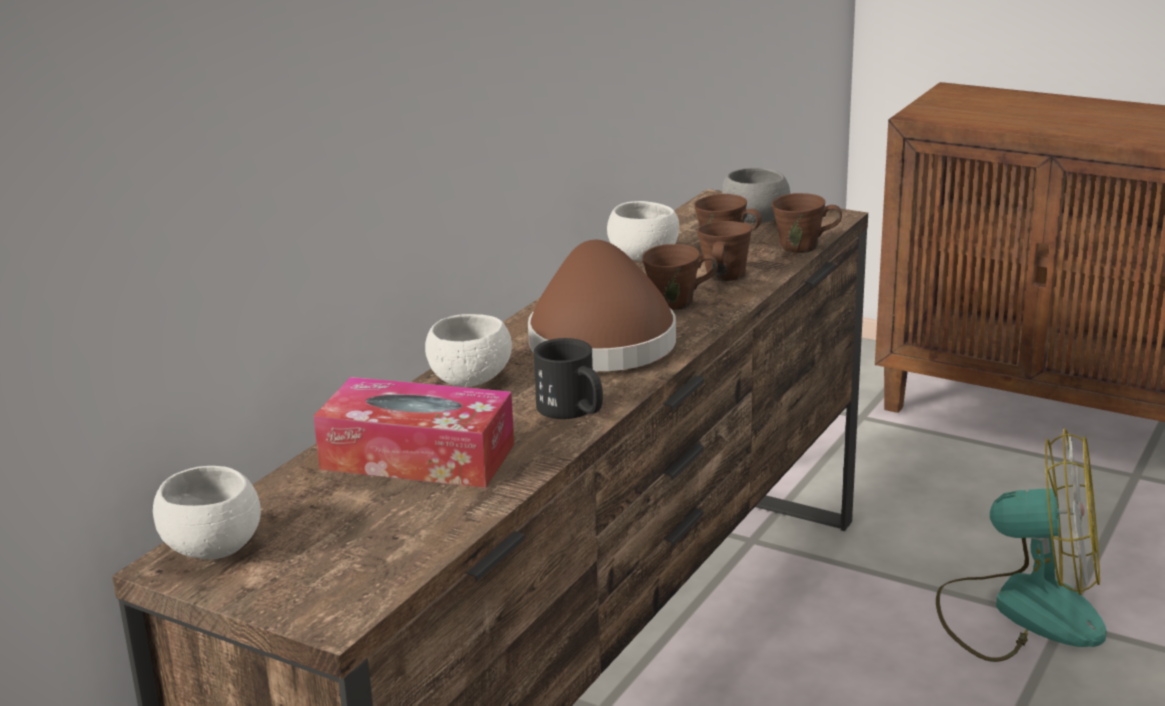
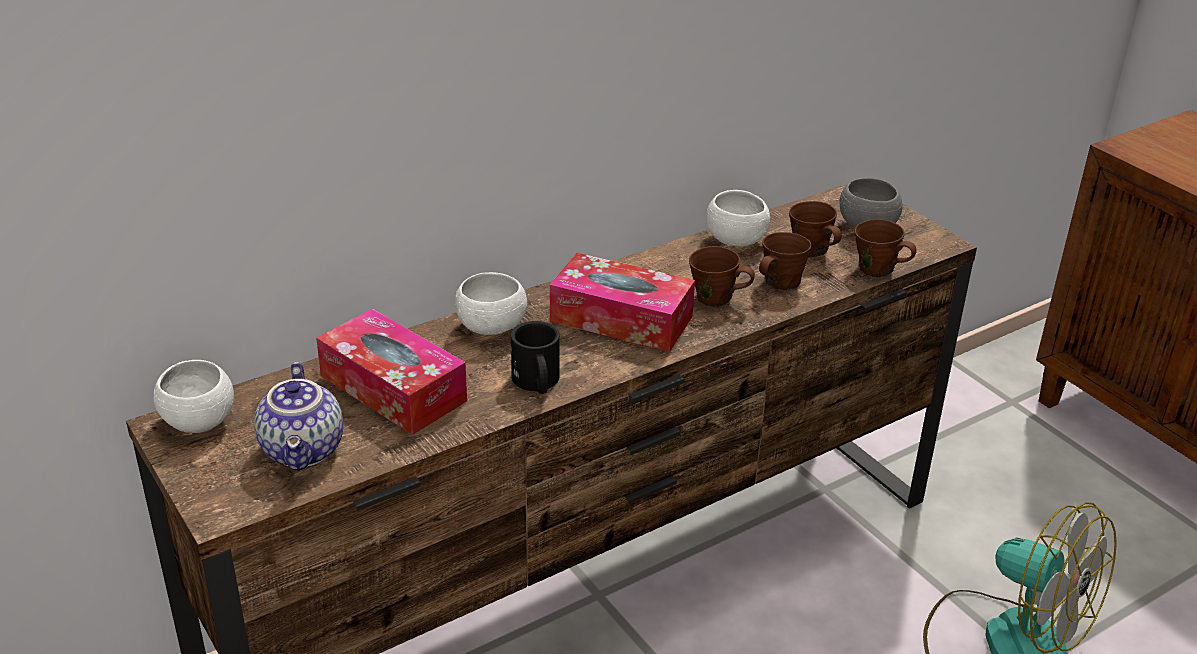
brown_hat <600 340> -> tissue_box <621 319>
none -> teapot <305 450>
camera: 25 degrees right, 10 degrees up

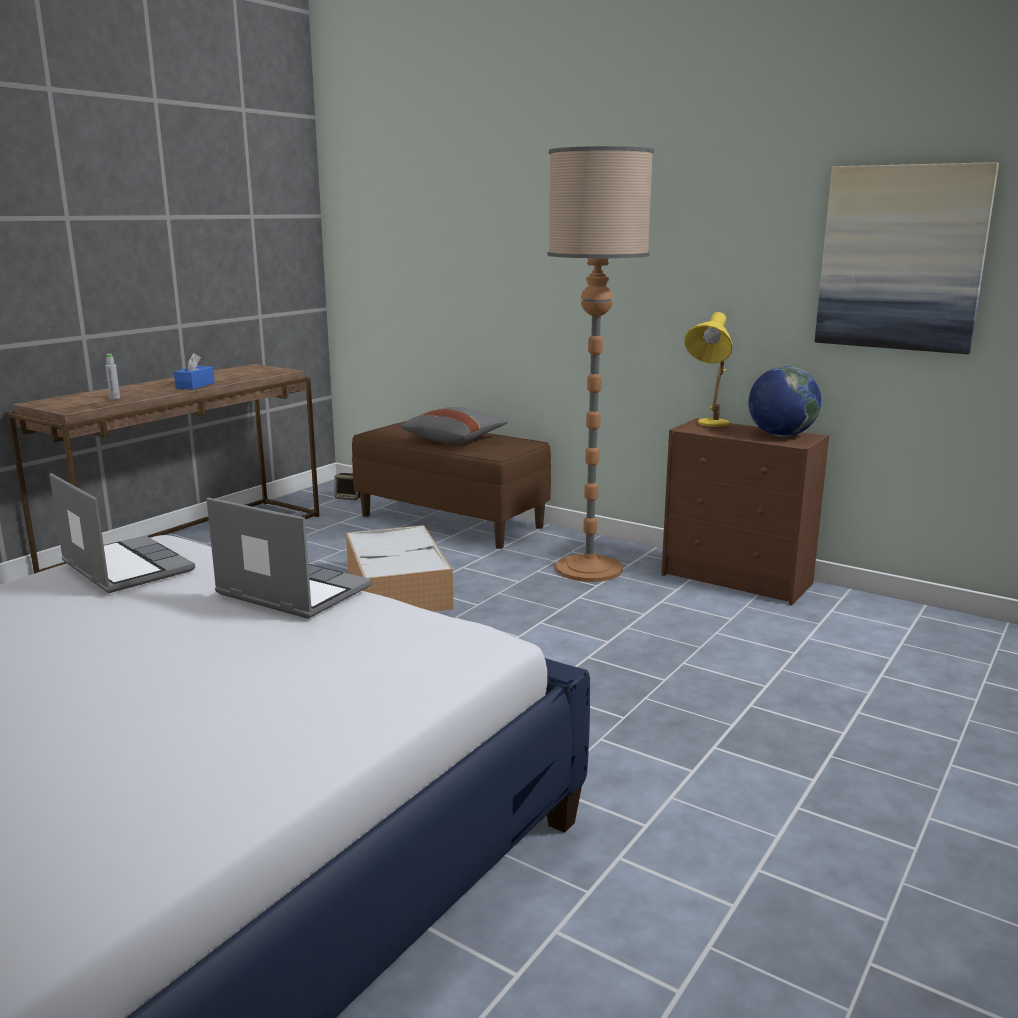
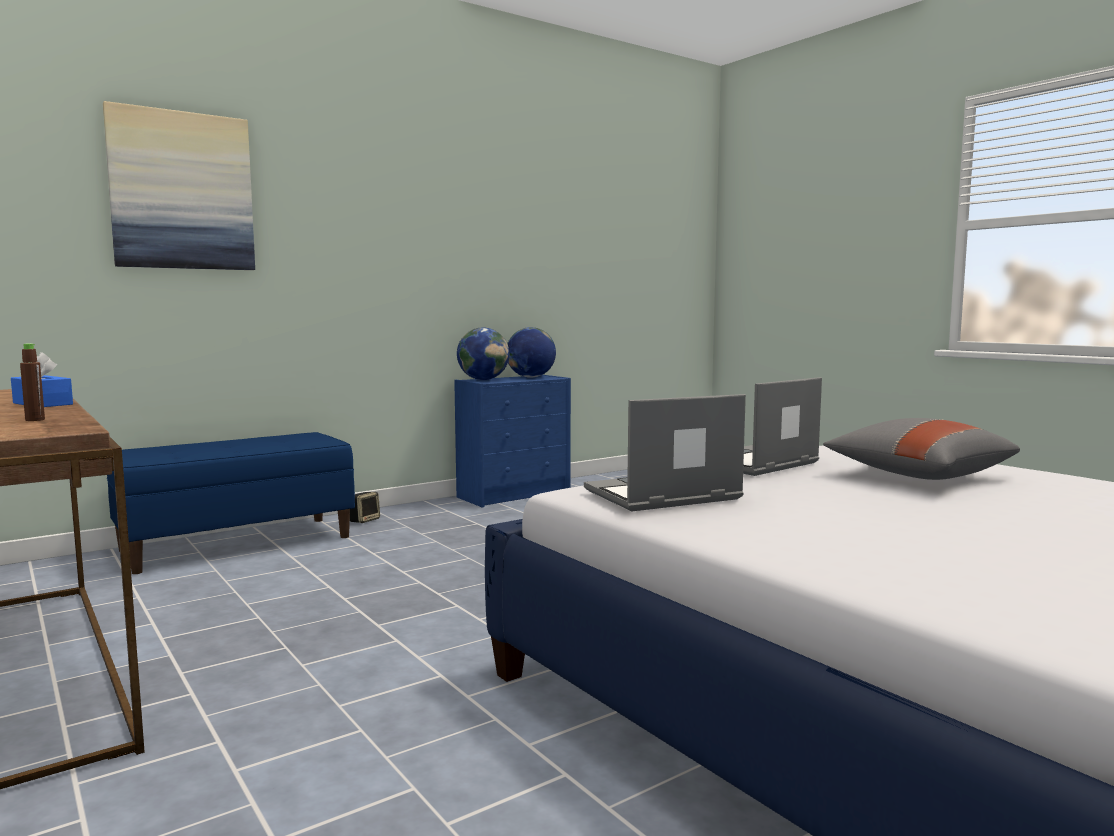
grey_bottle <115 398> -> brown_bottle <35 420>
speaker <349 497> -> speaker <364 520>, shifted
storage_box <399 589> -> none
brown_bench <452 521> -> blue_bench <238 543>
grey_pillow <455 440> -> grey_pillow <917 475>, shifted
floor_lamp <589 569> -> none
brown_dresser <738 580> -> blue_dresser <515 494>
yellow_table_lamp <708 425> -> globe <483 379>
picture <901 258> -> picture <182 191>, shifted
camera: 70 degrees left, 10 degrees down

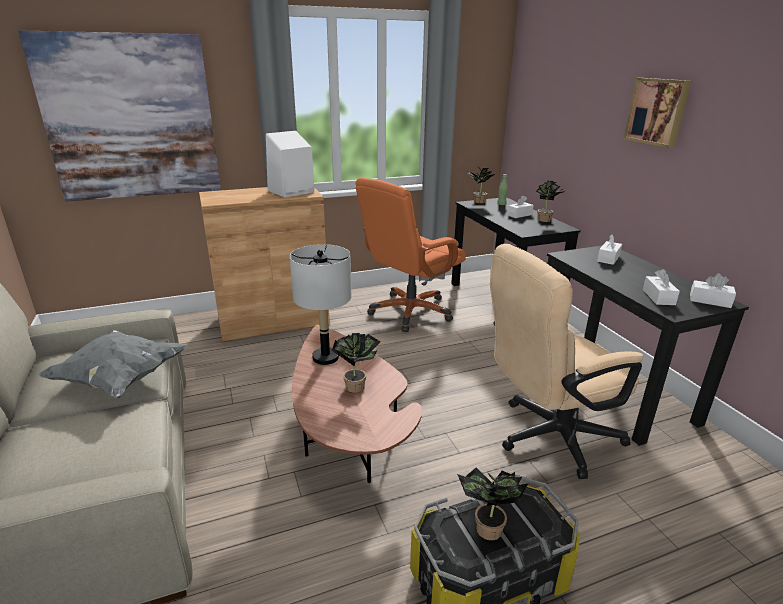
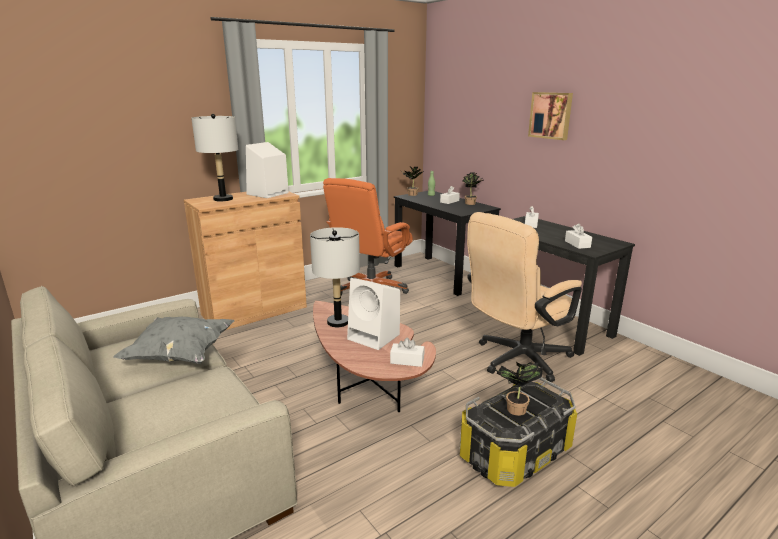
picture <131 118> -> none
potted_plant <356 385> -> white_speaker <375 337>
white_tissue_box <710 301> -> white_tissue_box <407 360>, shifted
none -> grey_table_lamp <223 199>
camera: 15 degrees left, 5 degrees down

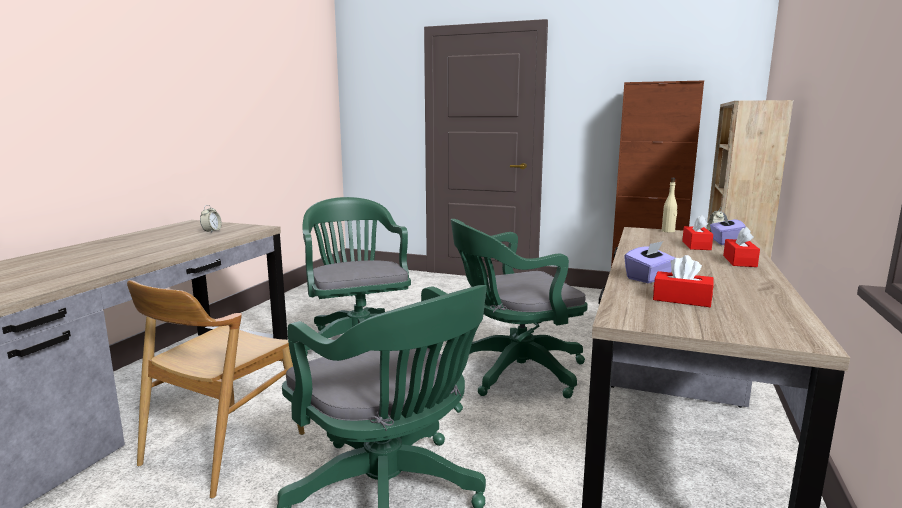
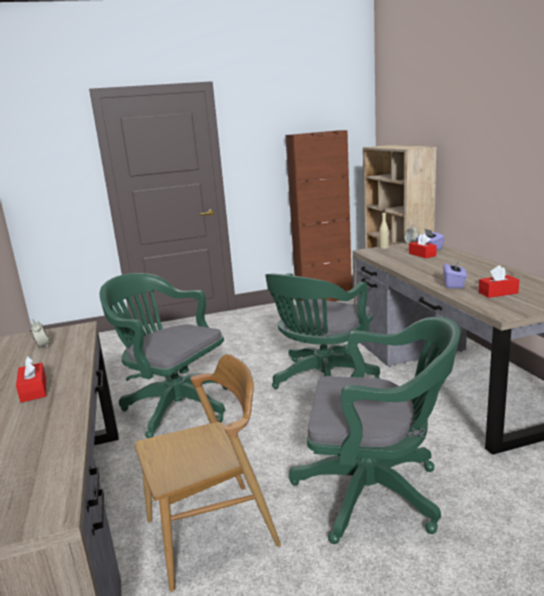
brown_chair <223 448> -> brown_chair <212 533>, 105 degrees counterclockwise
red_tissue_box <739 261> -> red_tissue_box <34 390>, shifted
camera: 35 degrees left, 5 degrees up

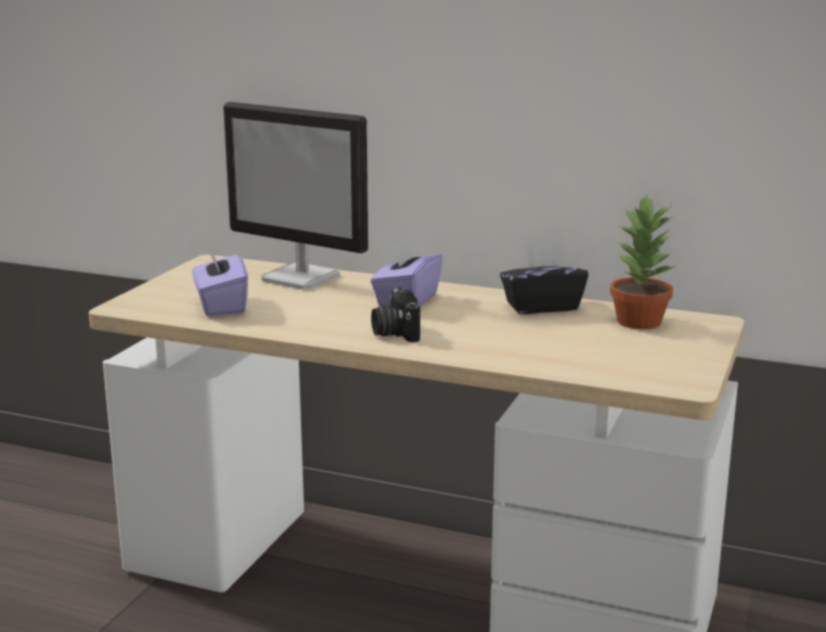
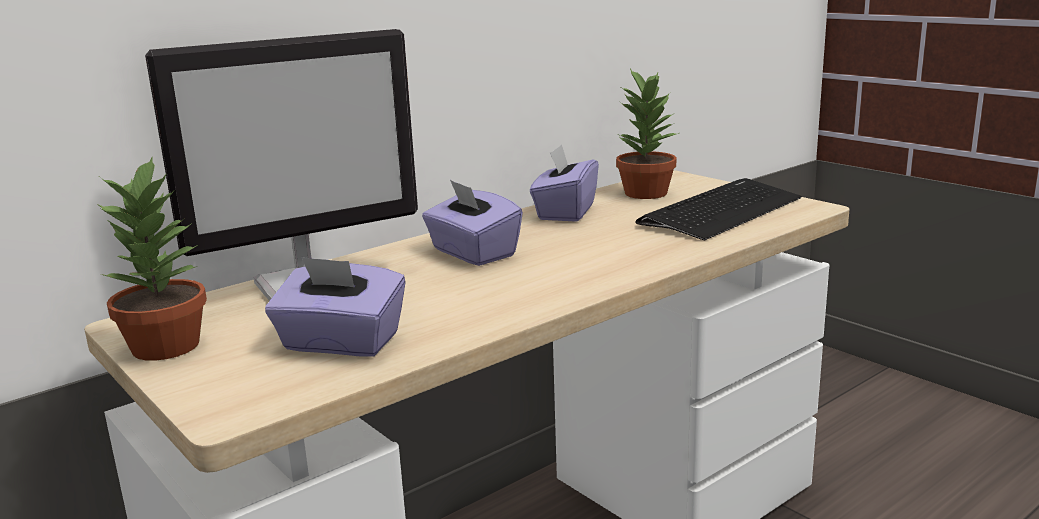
photo_camera <394 332> -> none
black_tissue_box <542 306> -> purple_tissue_box <565 212>
none -> potted_plant <168 346>
none -> keyboard <721 211>
camera: 60 degrees left, 0 degrees up

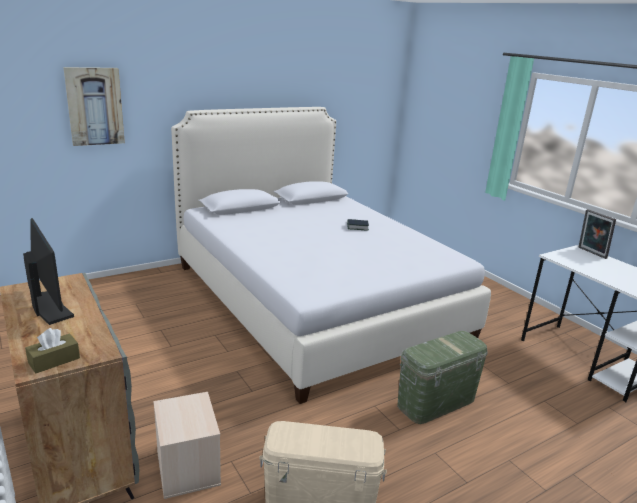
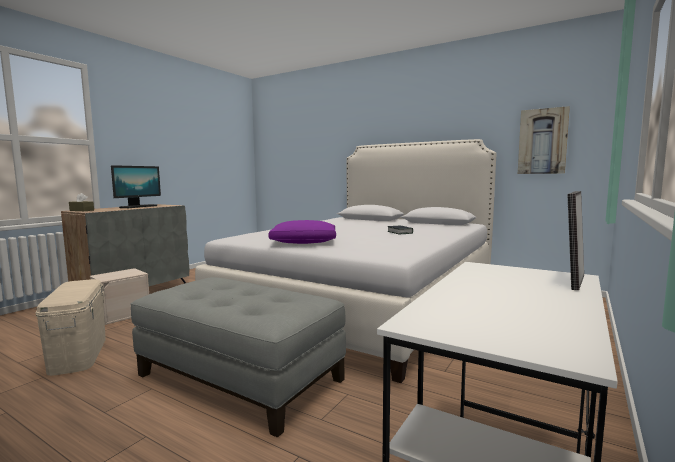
picture <95 106> -> picture <542 141>, shifted
green_storage_box <436 402> -> grey_ottoman <241 376>
none -> purple_pillow <303 242>
camera: 65 degrees right, 15 degrees down

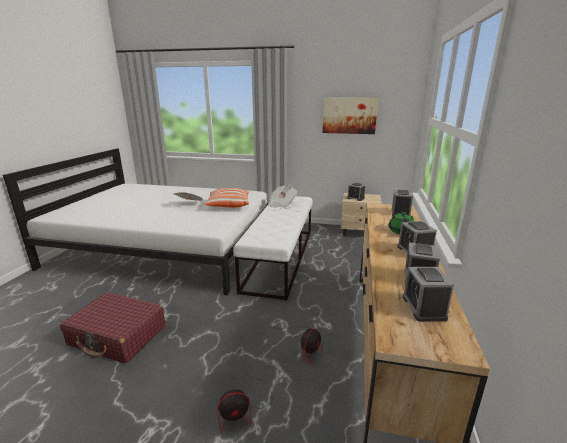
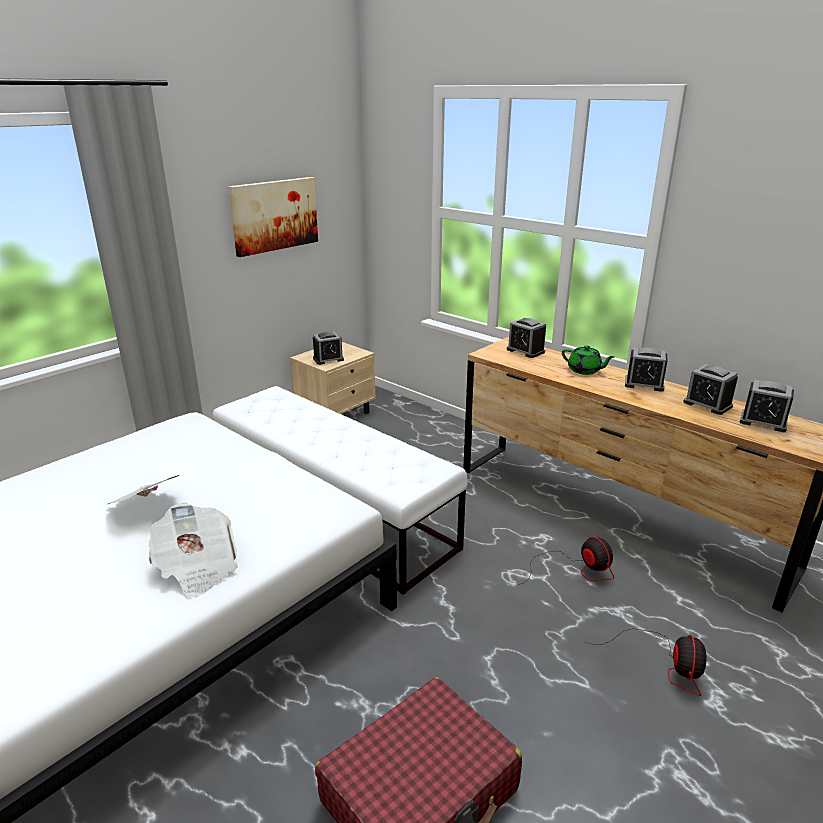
pillow <228 205> -> none
newspaper <282 204> -> newspaper <197 567>, shifted
camera: 60 degrees left, 5 degrees up

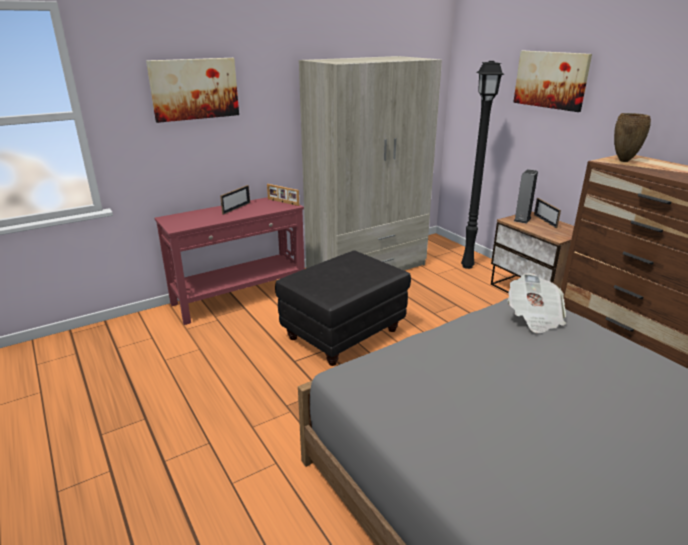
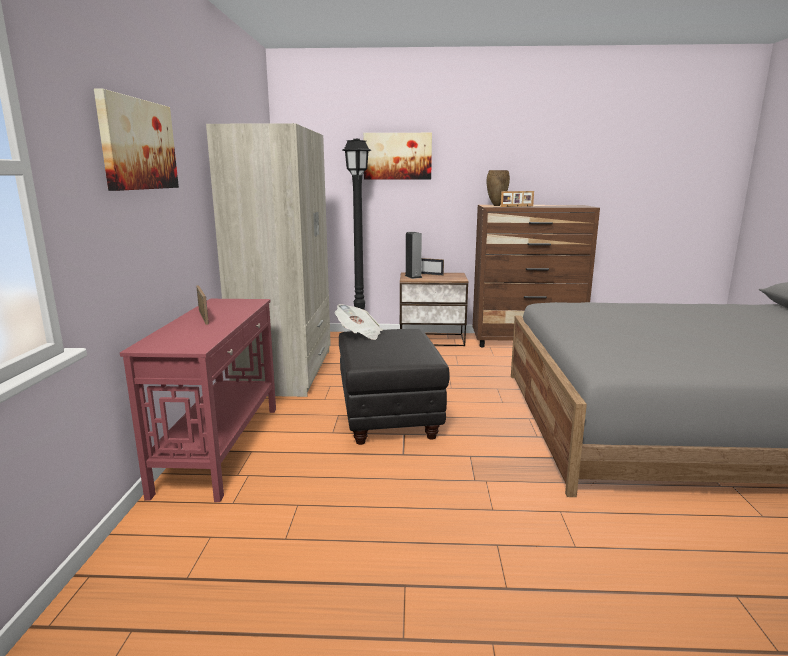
picture_frame <283 202> -> picture_frame <517 206>, shifted
newspaper <534 317> -> newspaper <359 334>, shifted
camera: 55 degrees left, 10 degrees down

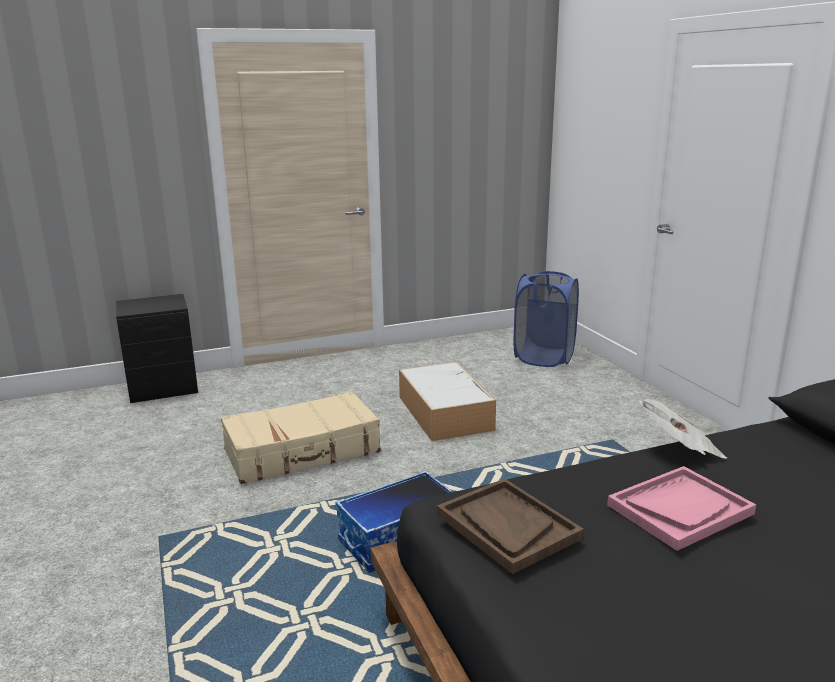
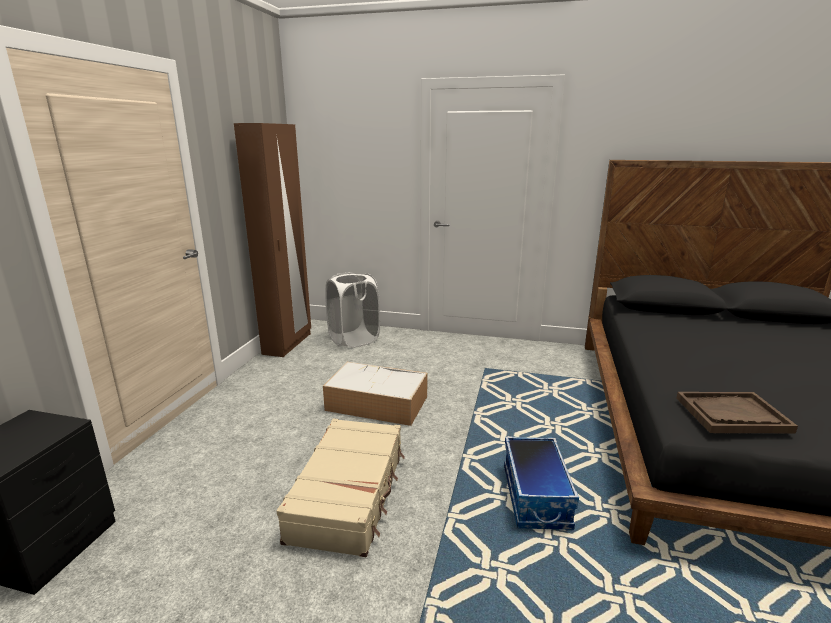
blue_laundry_basket <544 358> -> white_laundry_basket <354 339>
pink_tray <680 509> -> none
newspaper <680 449> -> none
none -> brown_wardrobe <288 344>
camera: 55 degrees left, 0 degrees up

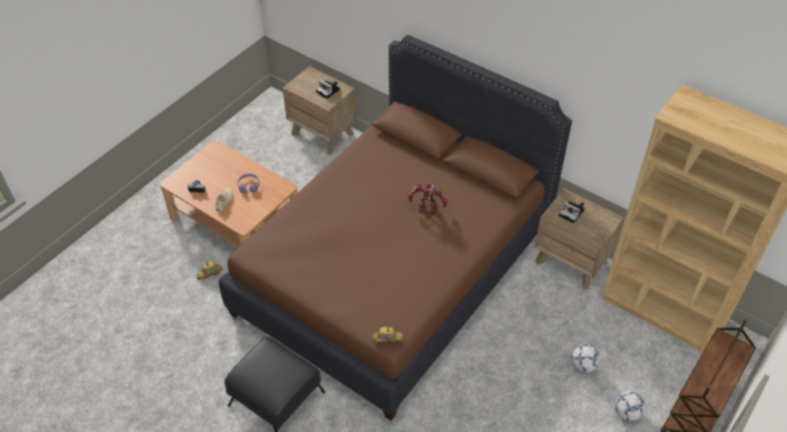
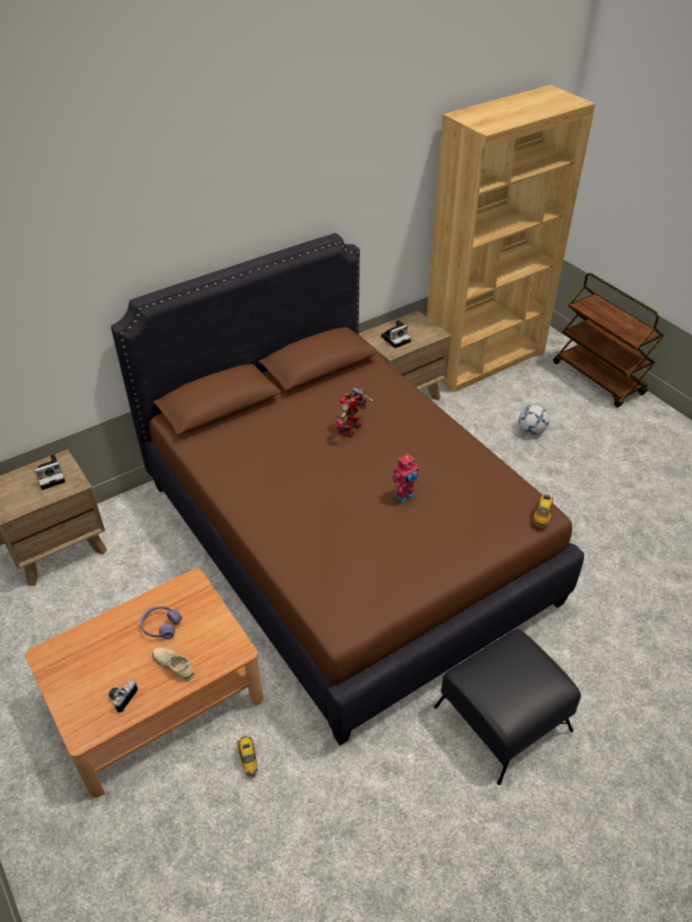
football <627 413> -> none
none -> toy_robot <404 496>
camera: 70 degrees left, 5 degrees down

